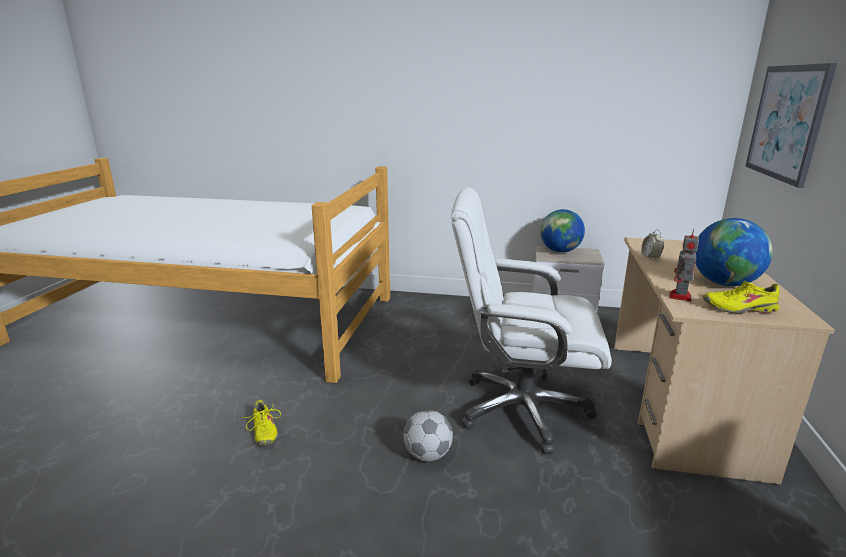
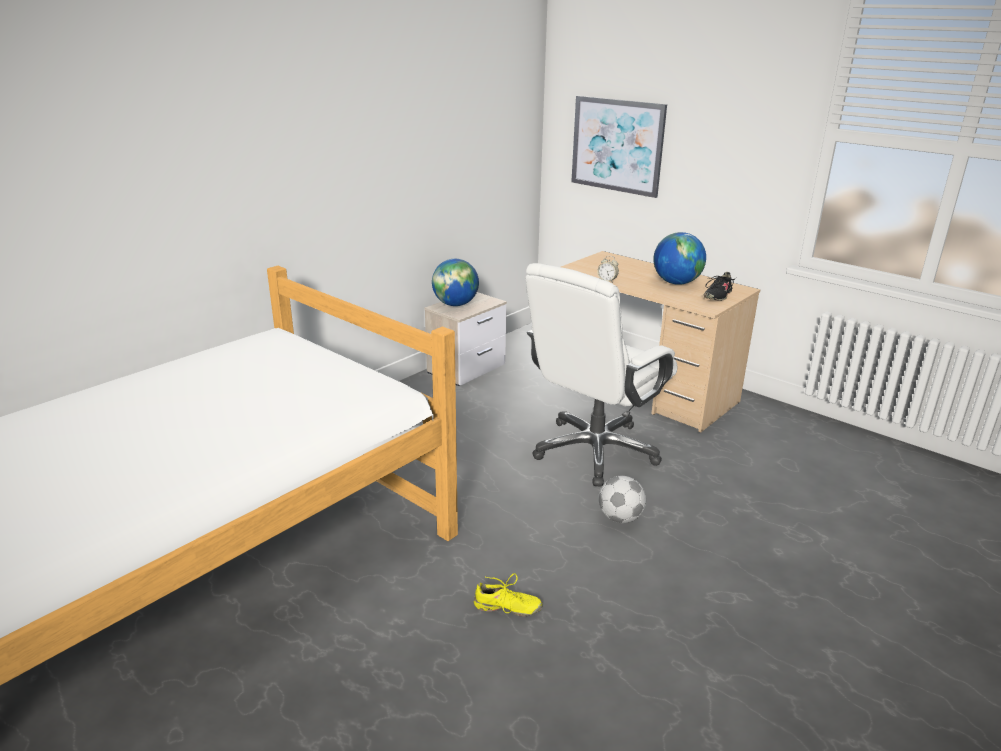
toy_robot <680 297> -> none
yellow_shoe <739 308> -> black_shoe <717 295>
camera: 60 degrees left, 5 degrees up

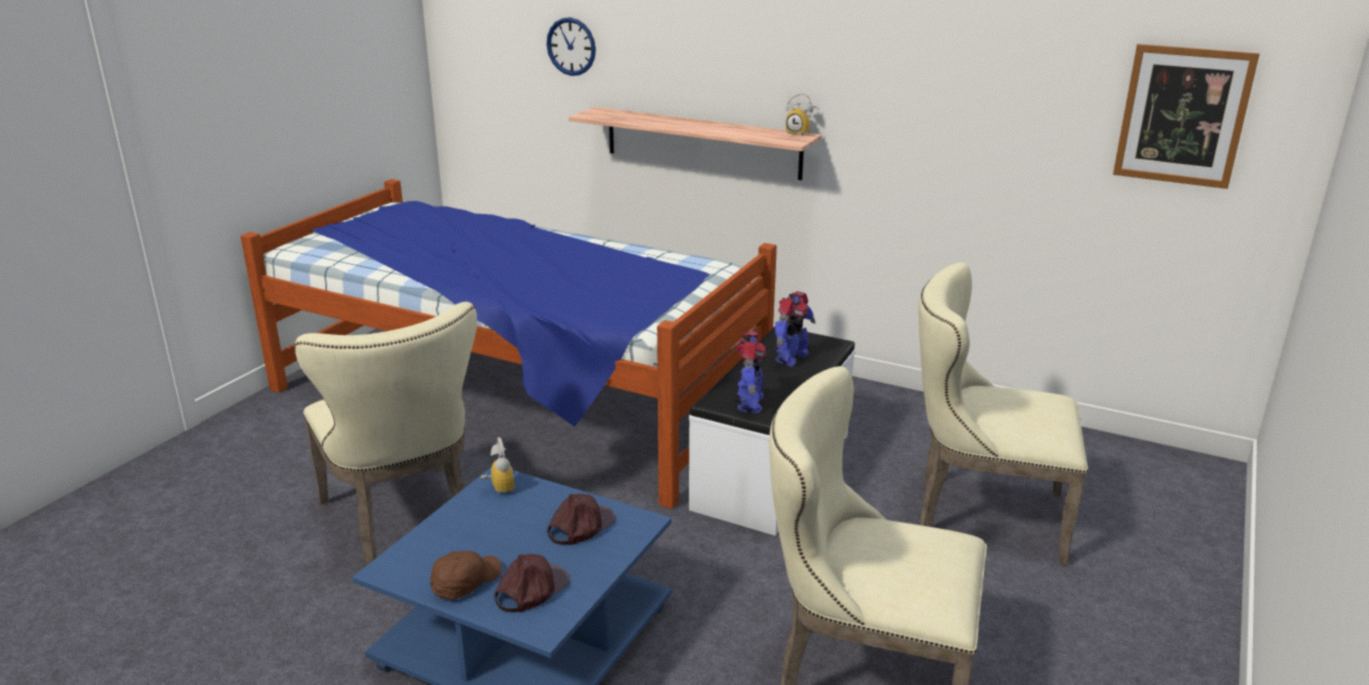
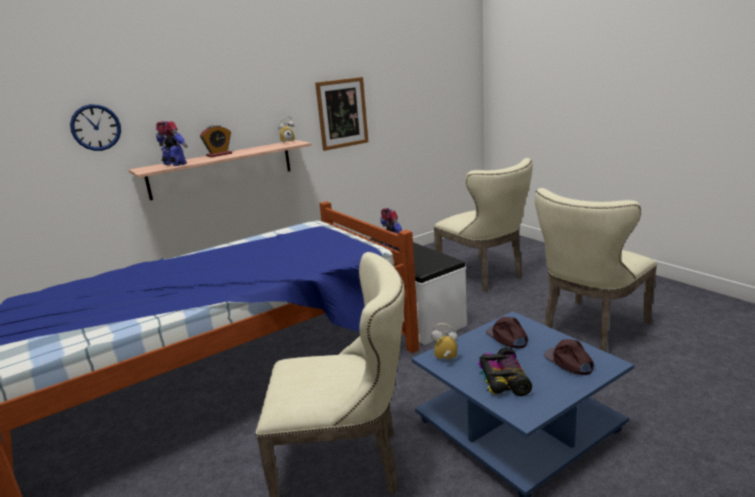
brown_cap <465 582> -> none
toy_robot <749 403> -> toy_robot <175 164>, shifted
beige_chair <980 515> -> beige_chair <484 276>, 75 degrees counterclockwise
picture <1183 116> -> picture <342 113>, shifted
none -> alarm_clock <219 155>
none -> toy_car <502 380>
camera: 60 degrees left, 5 degrees down

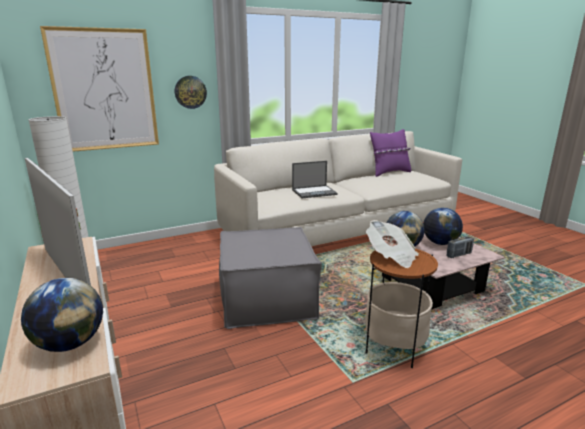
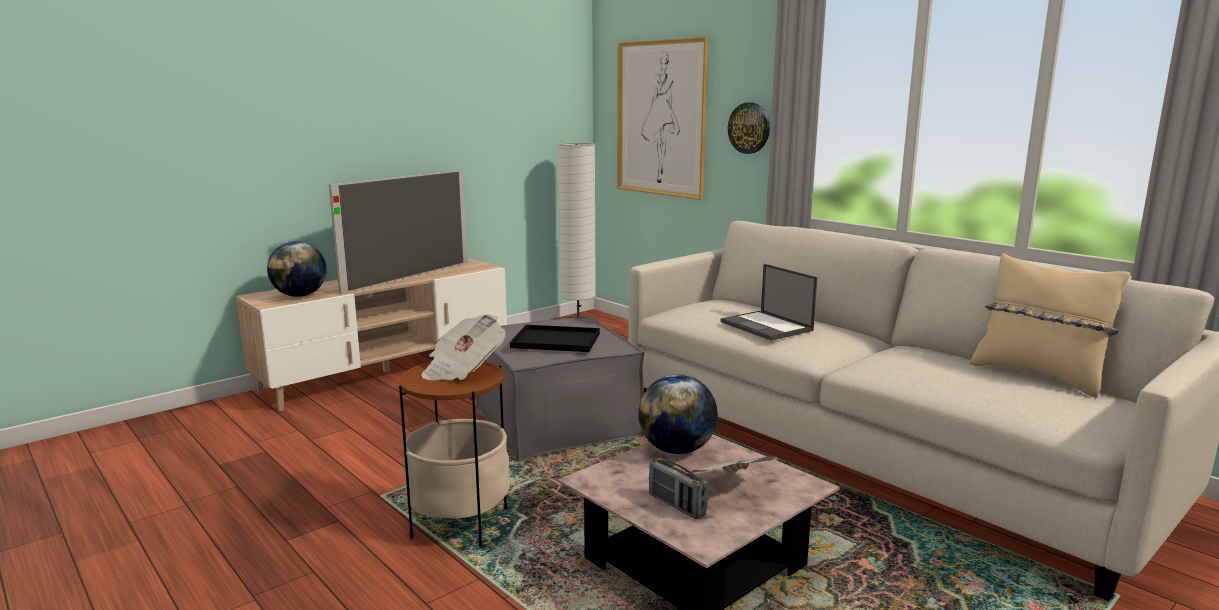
purple_pillow <389 172> -> beige_pillow <1038 376>
globe <440 243> -> newspaper <729 487>
none -> black_tray <554 340>
camera: 75 degrees right, 5 degrees down

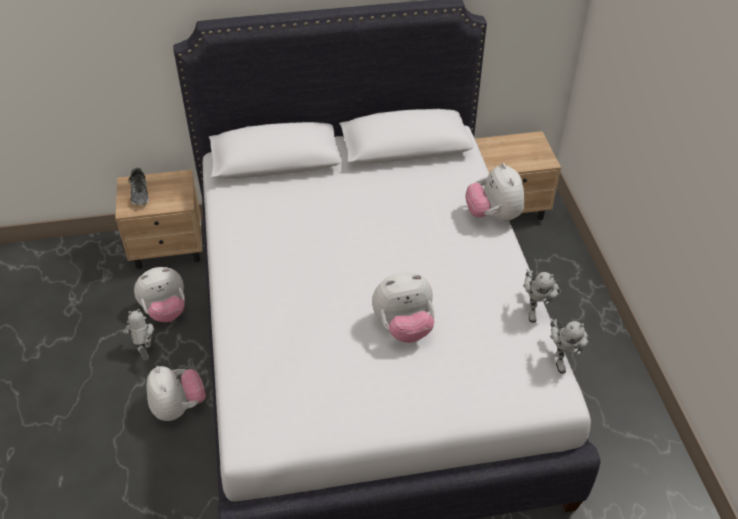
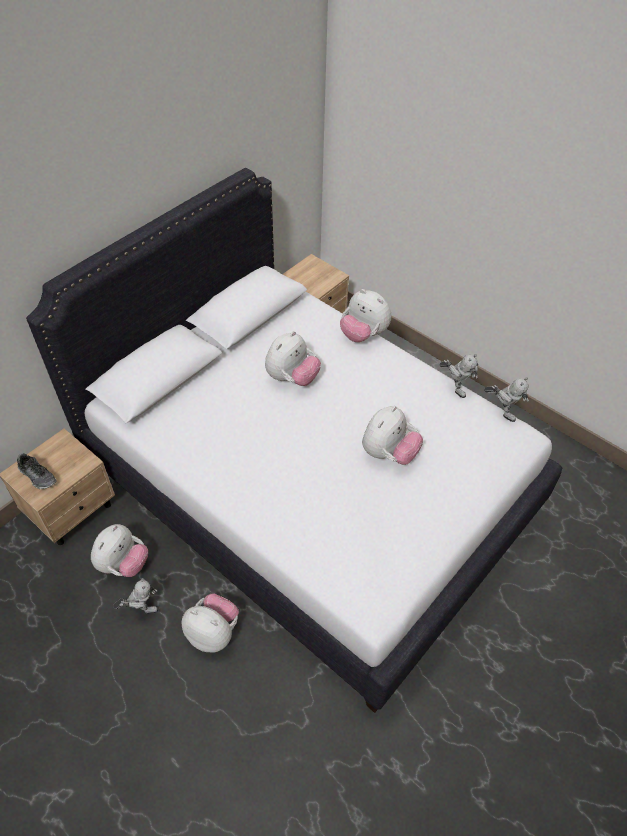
toy_robot <145 352> -> toy_robot <141 609>, 135 degrees clockwise
none -> plush_toy <292 378>
camera: 40 degrees left, 5 degrees up

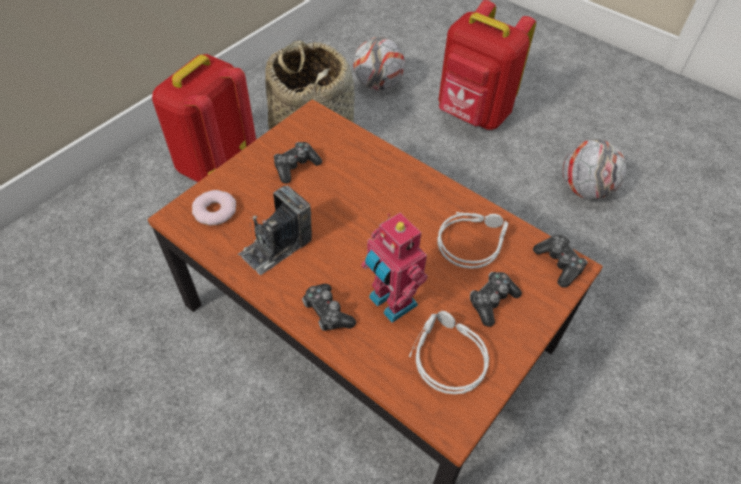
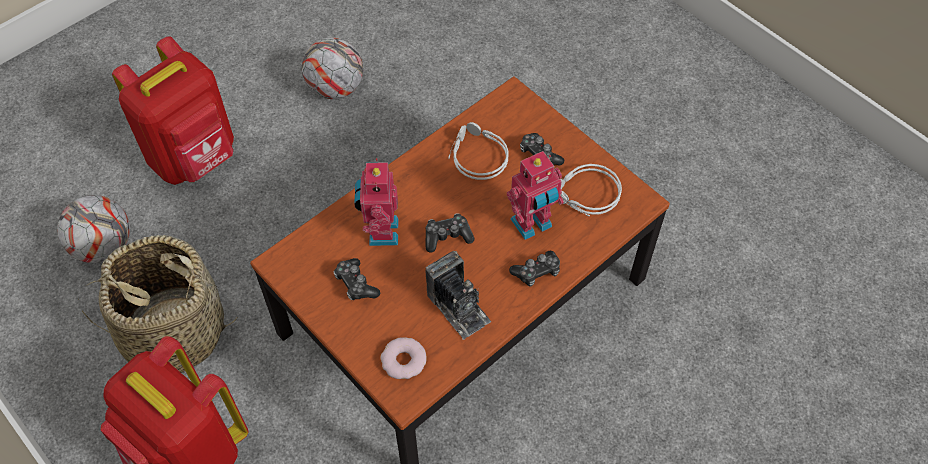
game_controller <559 264> -> game_controller <447 236>, shifted
none -> toy_robot <380 232>
camera: 80 degrees left, 5 degrees up

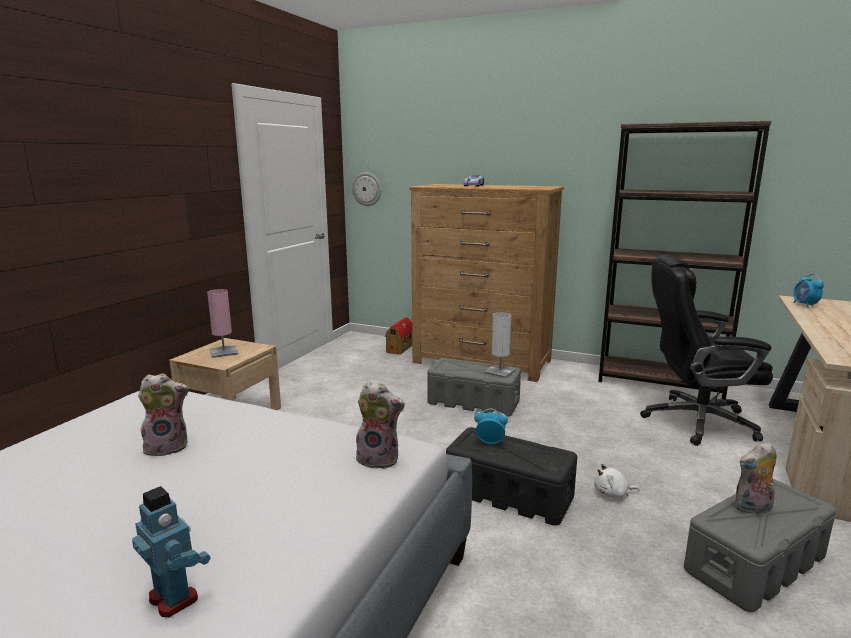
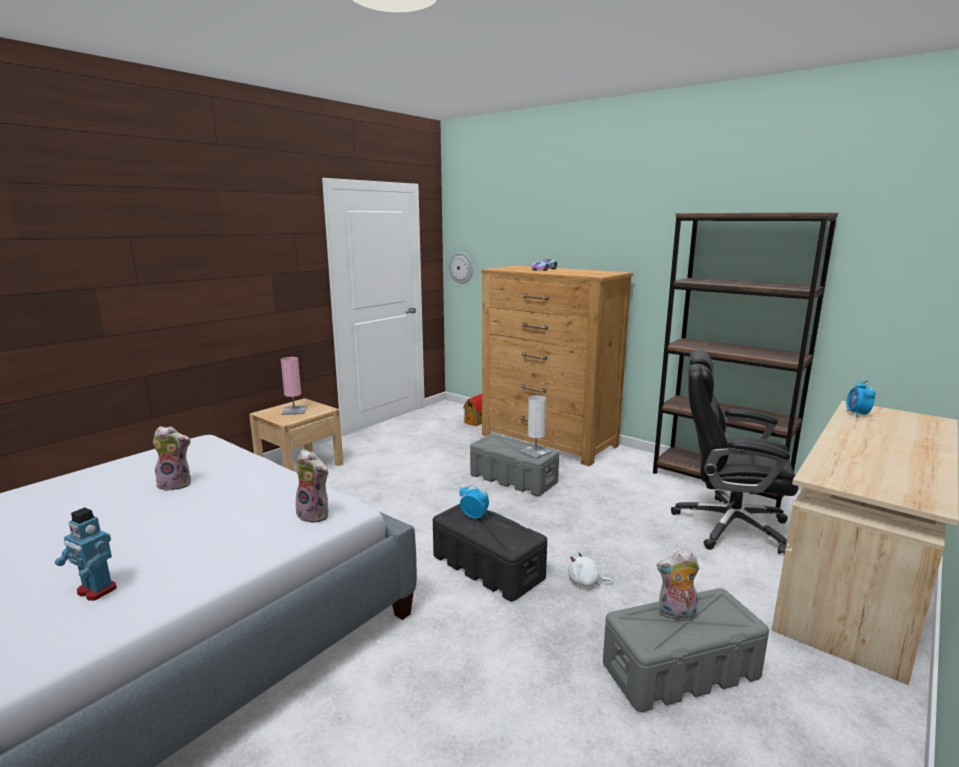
toy_robot <175 598> -> toy_robot <96 590>, 150 degrees clockwise
camera: 15 degrees right, 0 degrees up

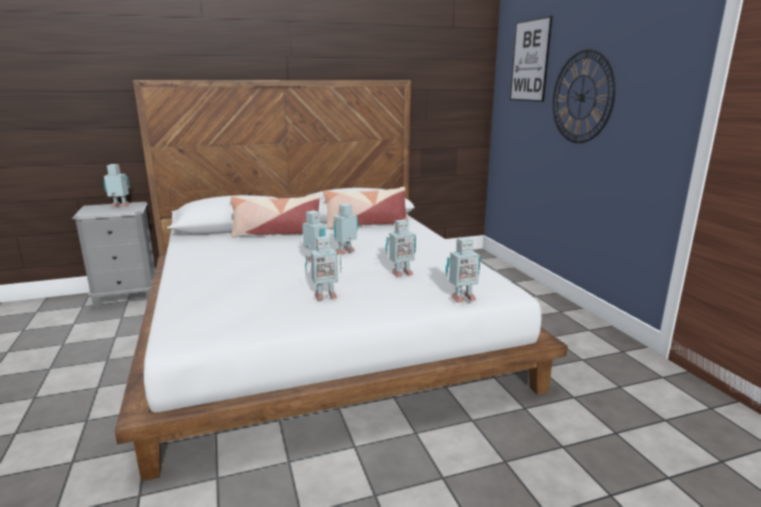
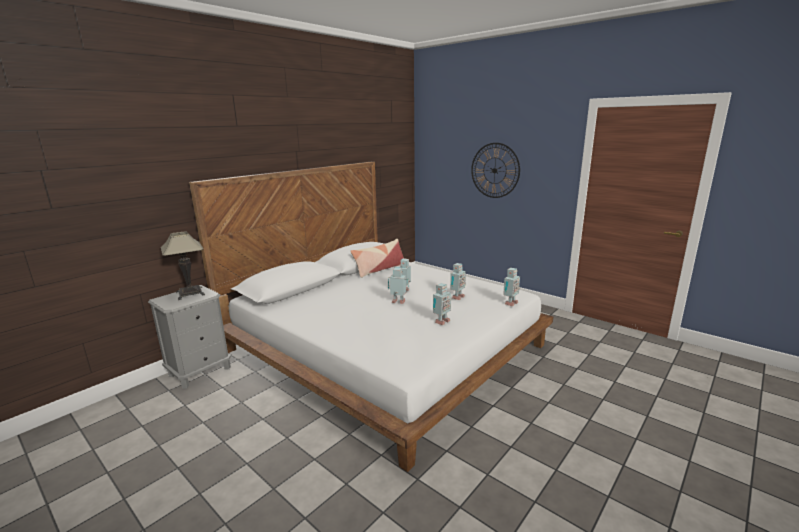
toy_robot <120 206> -> table_lamp <190 293>
pillow <277 234> -> none
picture <530 61> -> none
camera: 30 degrees left, 0 degrees up

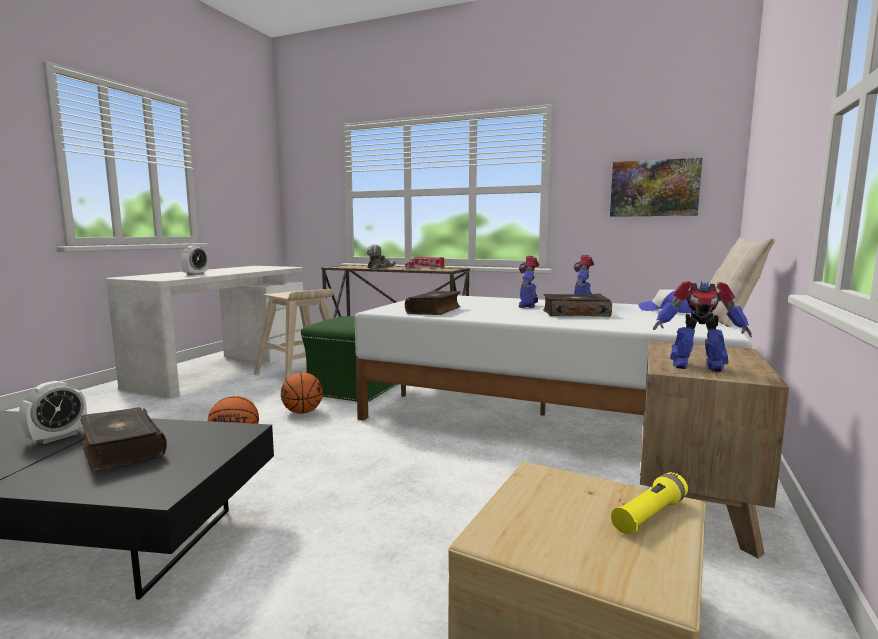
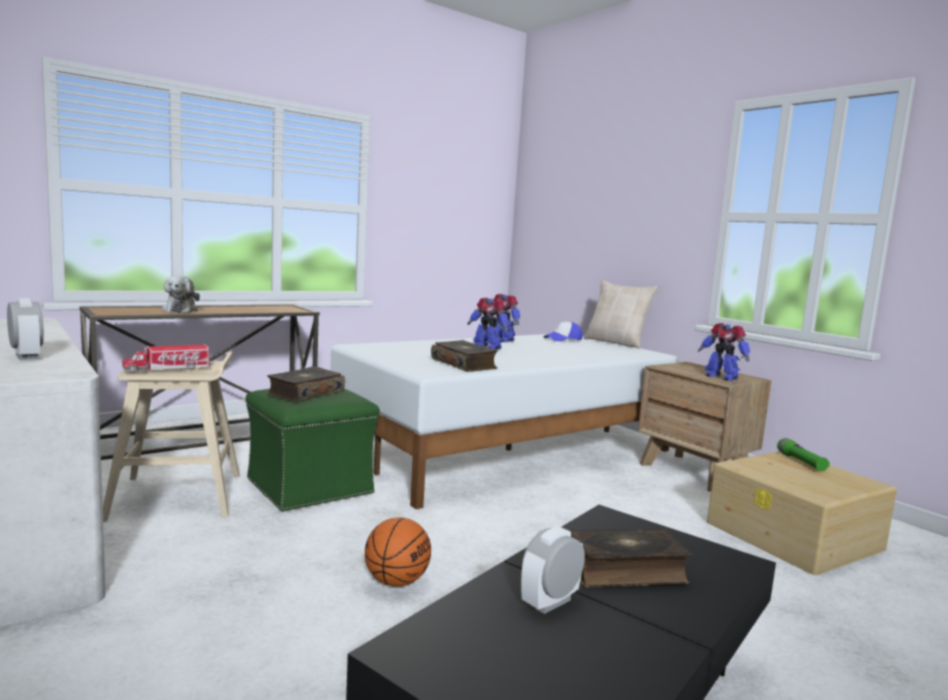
alarm_clock <57 437> -> alarm_clock <550 602>, 105 degrees counterclockwise
basketball <303 412> -> none
toy_truck <424 268> -> toy_truck <168 369>, shifted
book <575 313> -> book <305 393>, shifted
picture <654 188> -> none
yellow_flashlight <649 515> -> green_flashlight <801 462>
toy_robot <696 366> -> toy_robot <721 377>, 90 degrees clockwise
camera: 60 degrees left, 0 degrees up

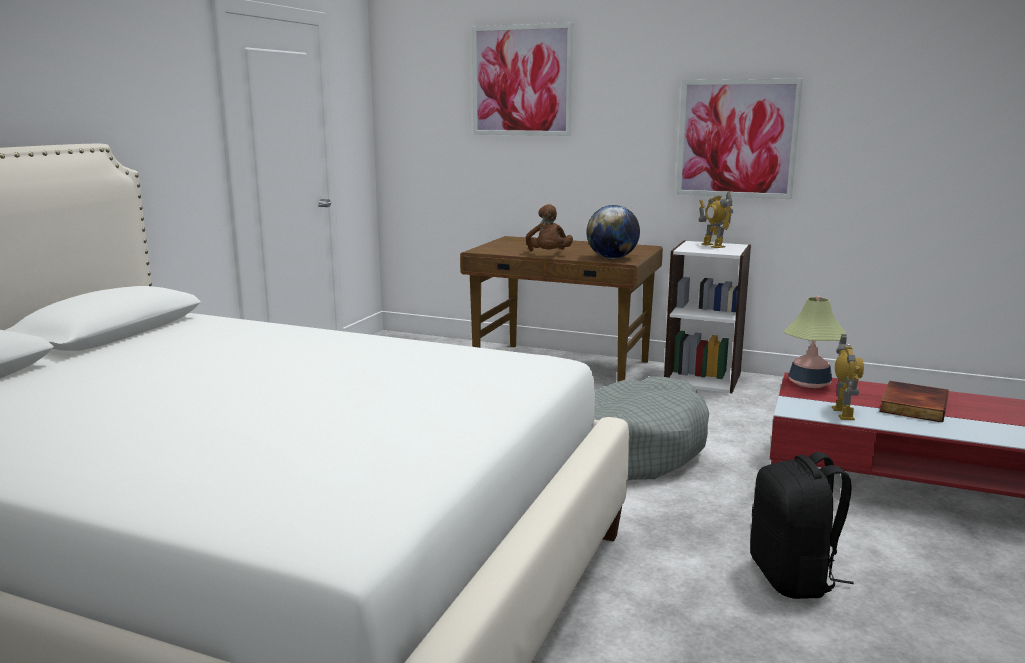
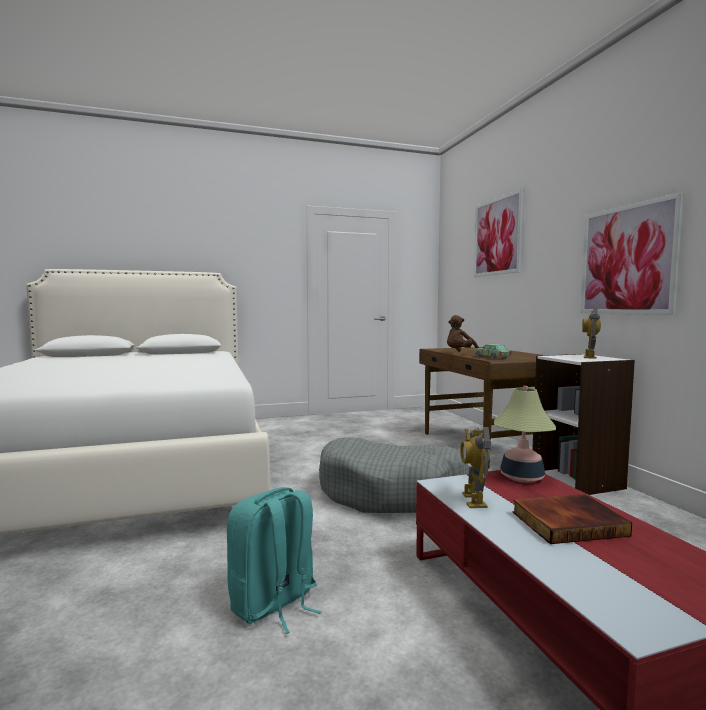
globe <612 258> -> toy_car <492 358>
black_backpack <793 578> -> turquoise_backpack <274 604>
toy_robot <843 413> -> toy_robot <473 500>, 120 degrees clockwise
camera: 50 degrees right, 10 degrees down

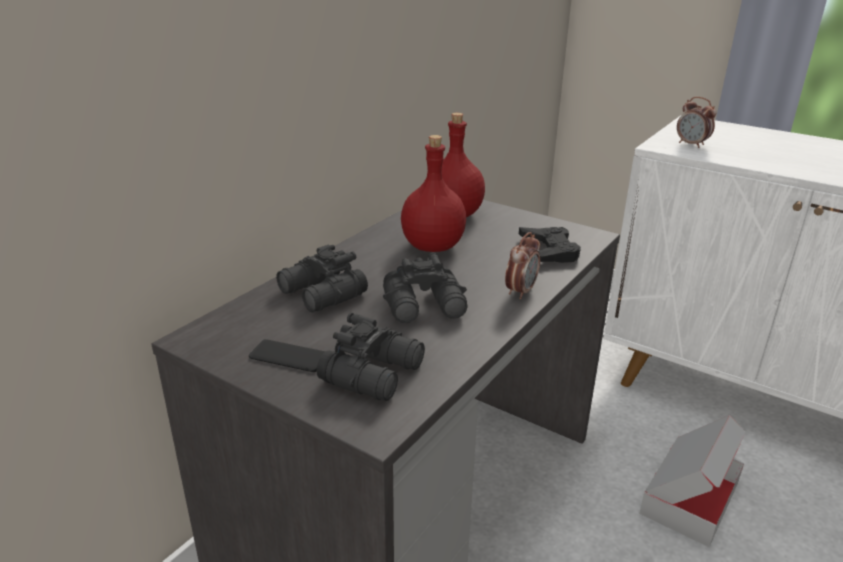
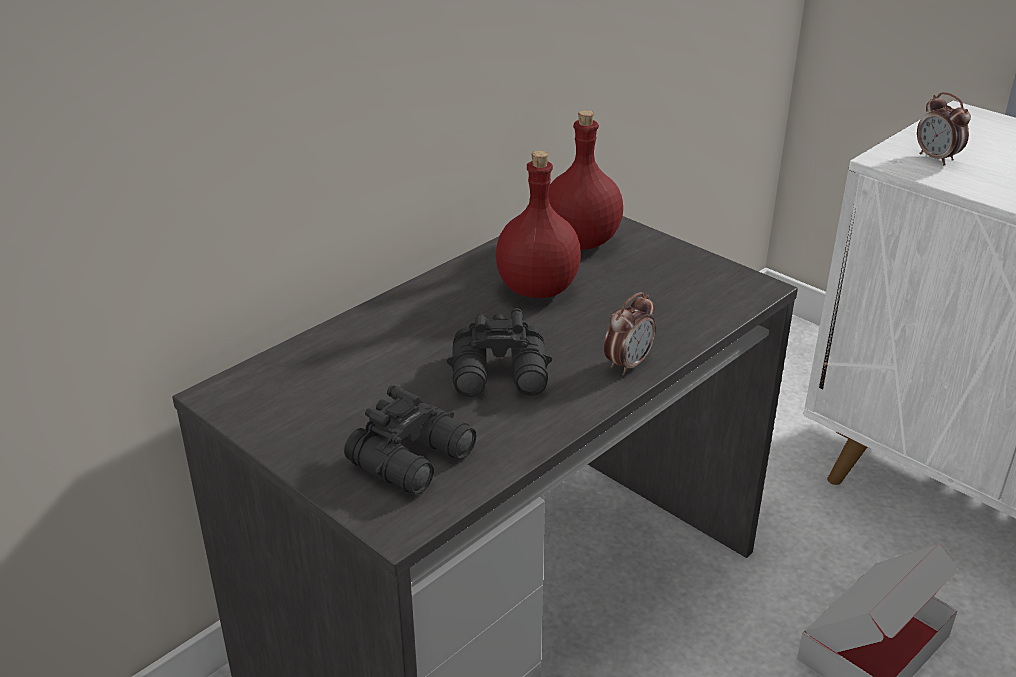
phone <289 356> -> none
black_binoculars <321 294> -> none
black_game_controller <549 250> -> none
camera: 10 degrees right, 5 degrees up

